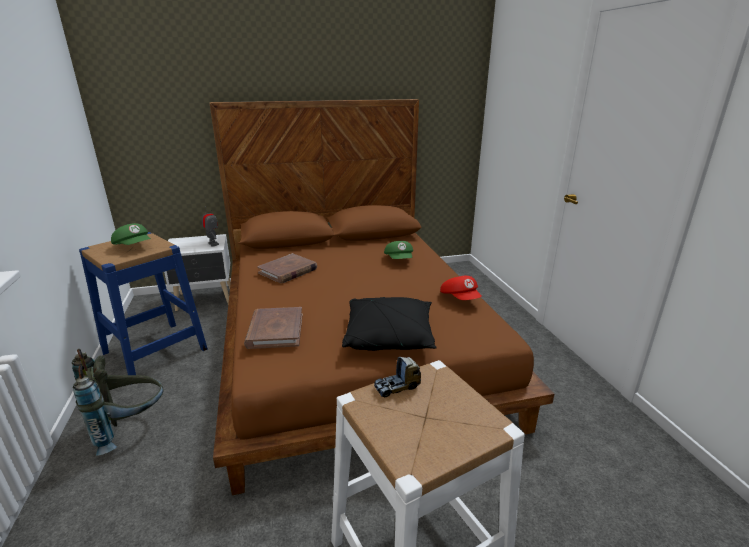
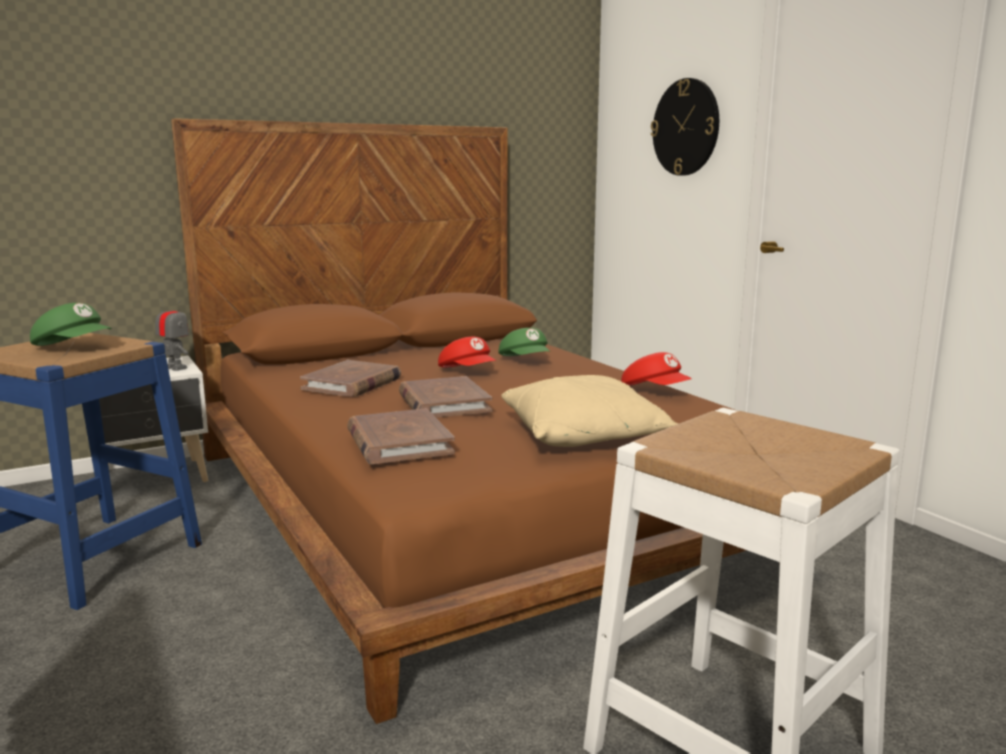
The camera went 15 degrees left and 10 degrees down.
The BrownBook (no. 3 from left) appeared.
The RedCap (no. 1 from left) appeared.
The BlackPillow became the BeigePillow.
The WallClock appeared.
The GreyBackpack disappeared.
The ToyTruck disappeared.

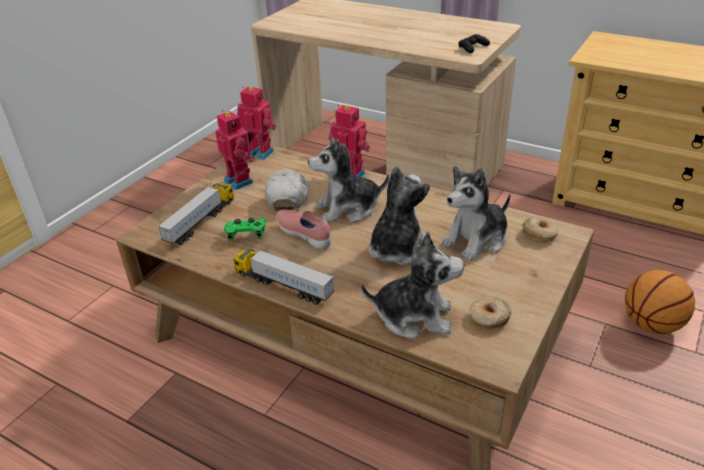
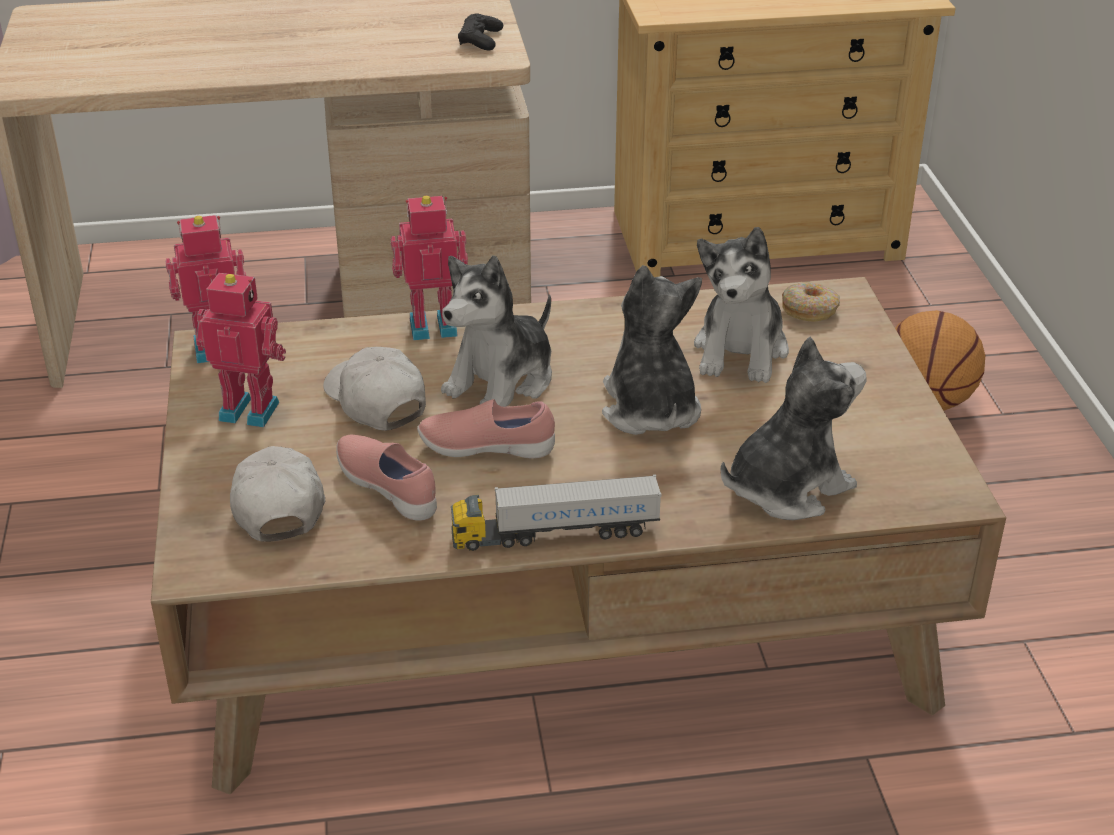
The camera went 40 degrees left and 0 degrees up.
The ToyTruck (no. 1 from left) was replaced by the WhiteCap (no. 1 from left).
The GreenGameController was replaced by the PinkShoe (no. 1 from left).
The Donut (no. 1 from left) disappeared.

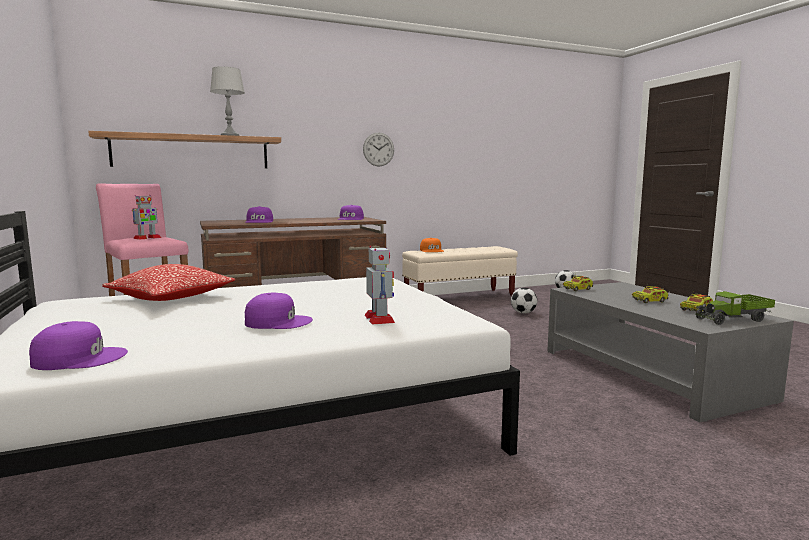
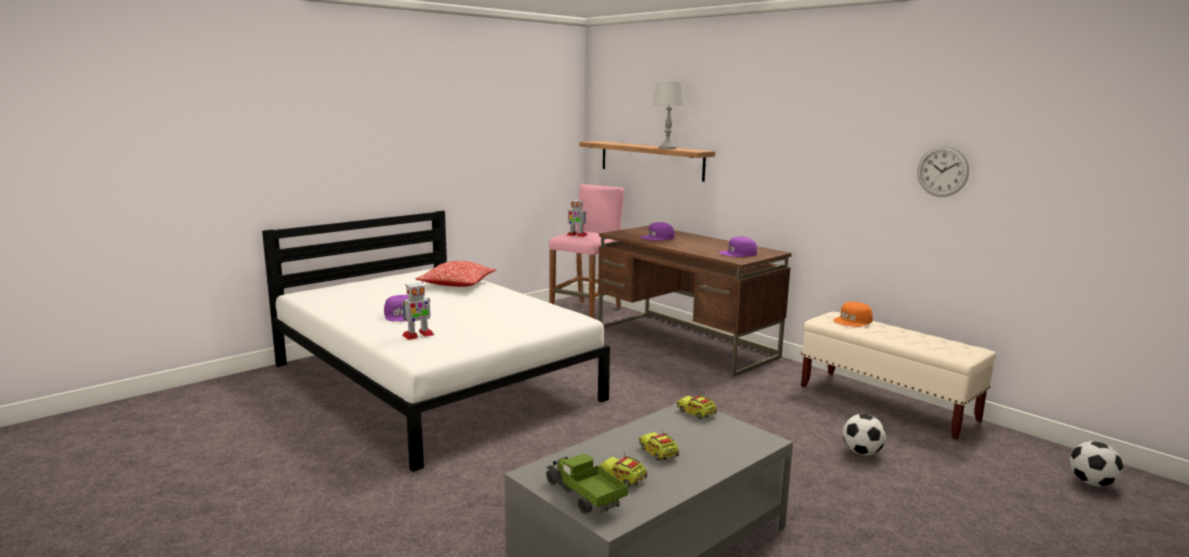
The camera went 70 degrees right and 5 degrees up.
The WallClock moved.
The PurpleCap (no. 1 from left) disappeared.

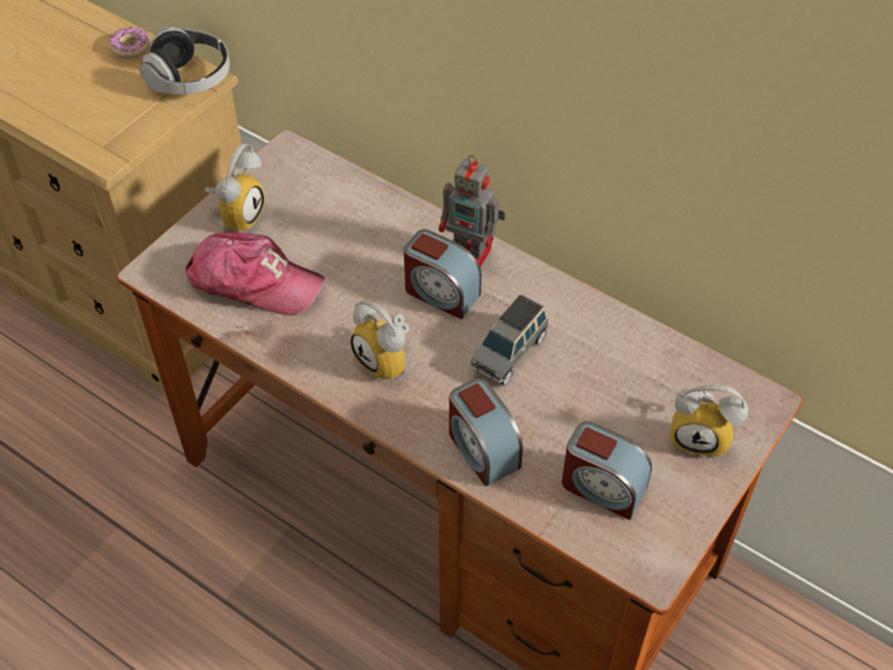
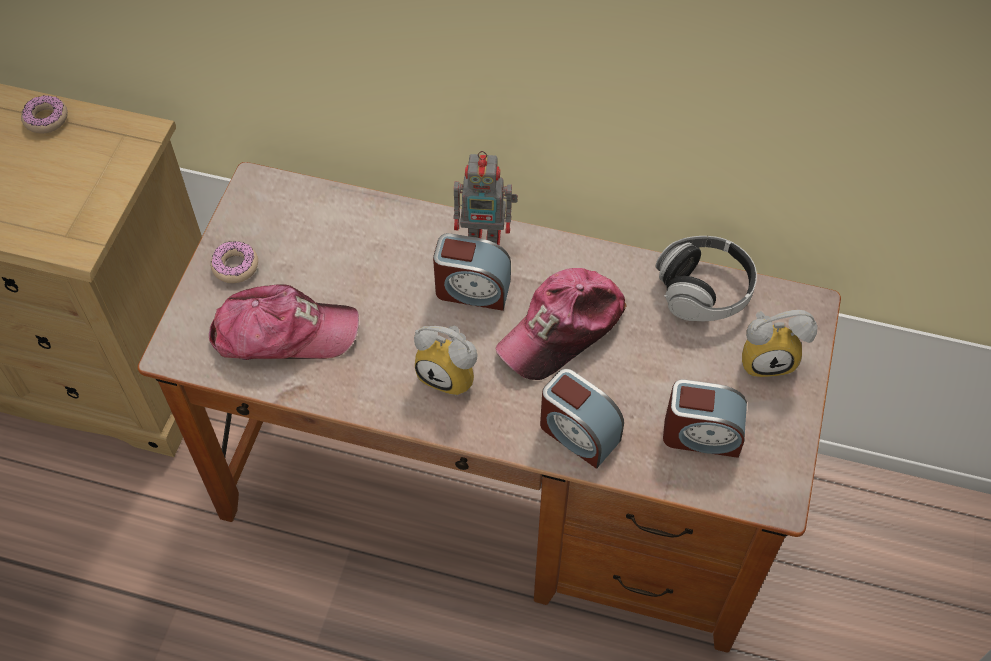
The camera went 20 degrees left and 5 degrees up.
The AlarmClock (no. 1 from left) was replaced by the Donut (no. 2 from left).
The GreyToyCar was replaced by the Cap (no. 2 from left).
The Headphones moved.

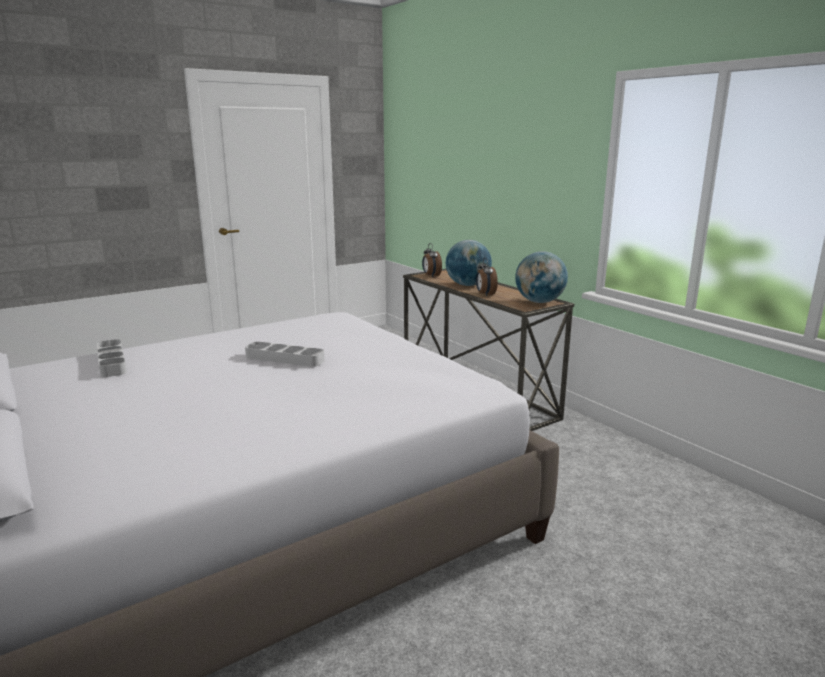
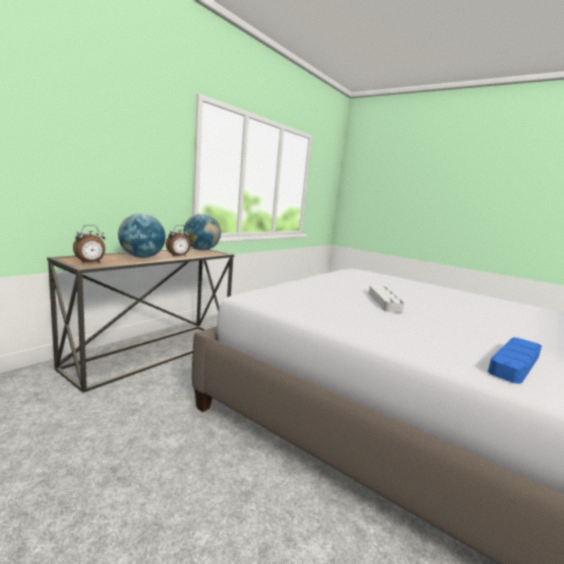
The camera went 110 degrees left and 5 degrees down.
The GreyTray (no. 1 from left) became the BlueTray.

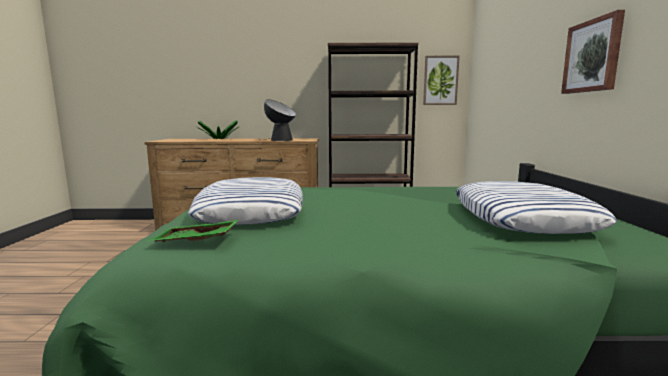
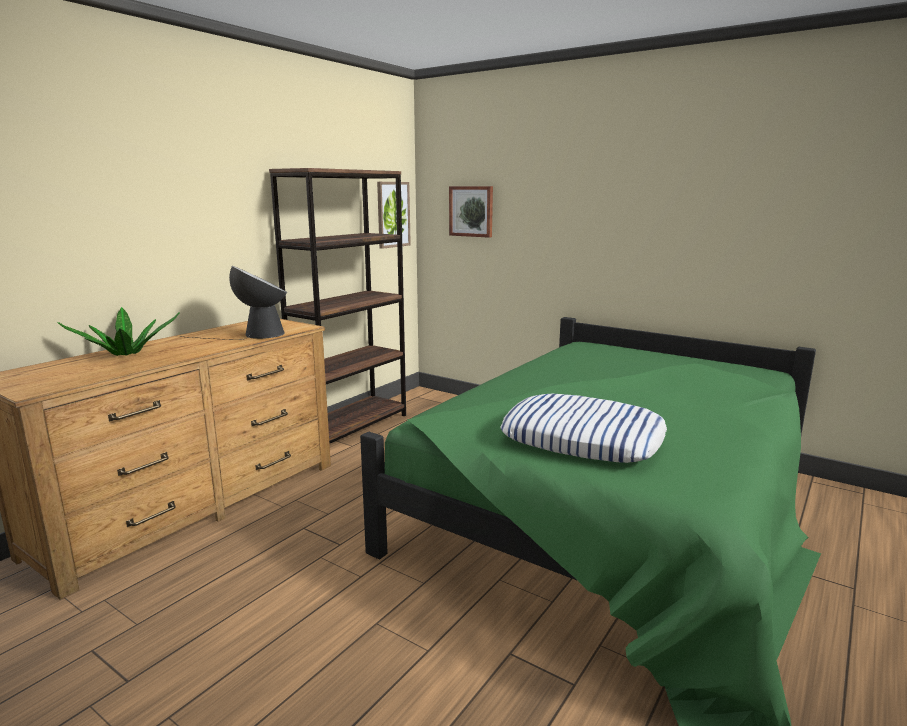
The camera went 55 degrees left and 5 degrees up.
The Picture (no. 2 from left) moved.
The GreenTray disappeared.
The Pillow (no. 2 from left) disappeared.

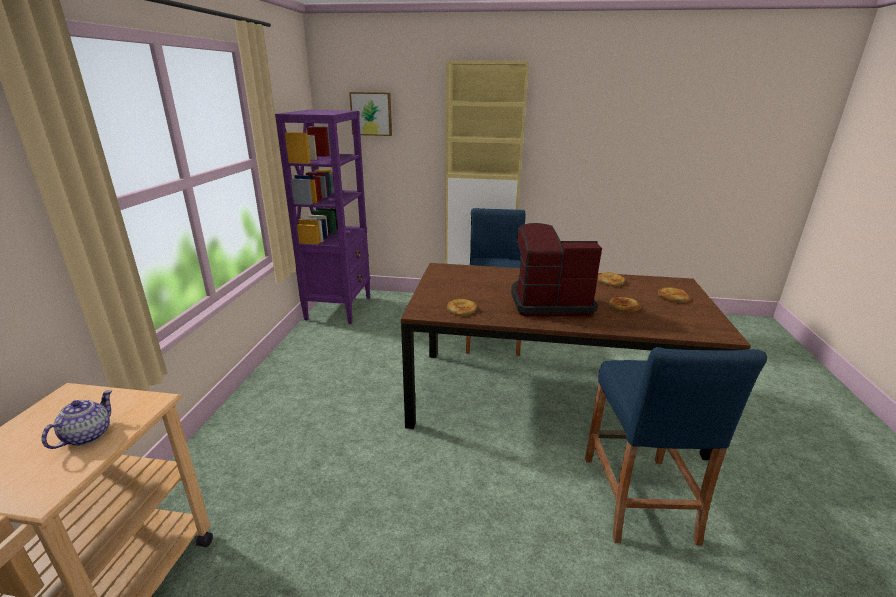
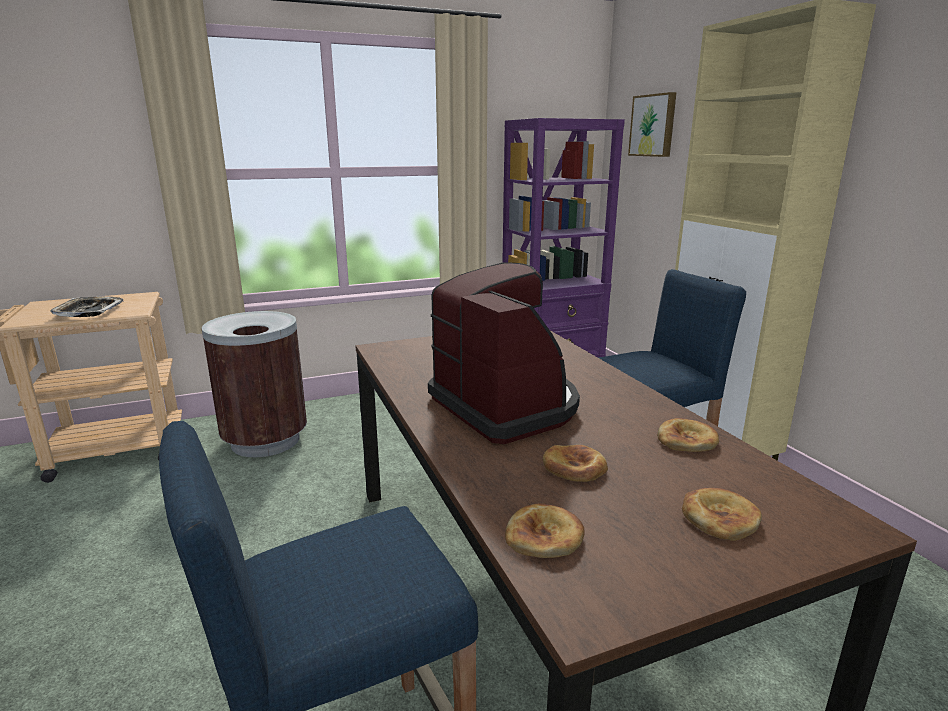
The camera went 60 degrees right and 5 degrees down.
The Teapot was replaced by the Tray.
The BrownTrashCan appeared.
The Bread (no. 1 from left) moved.

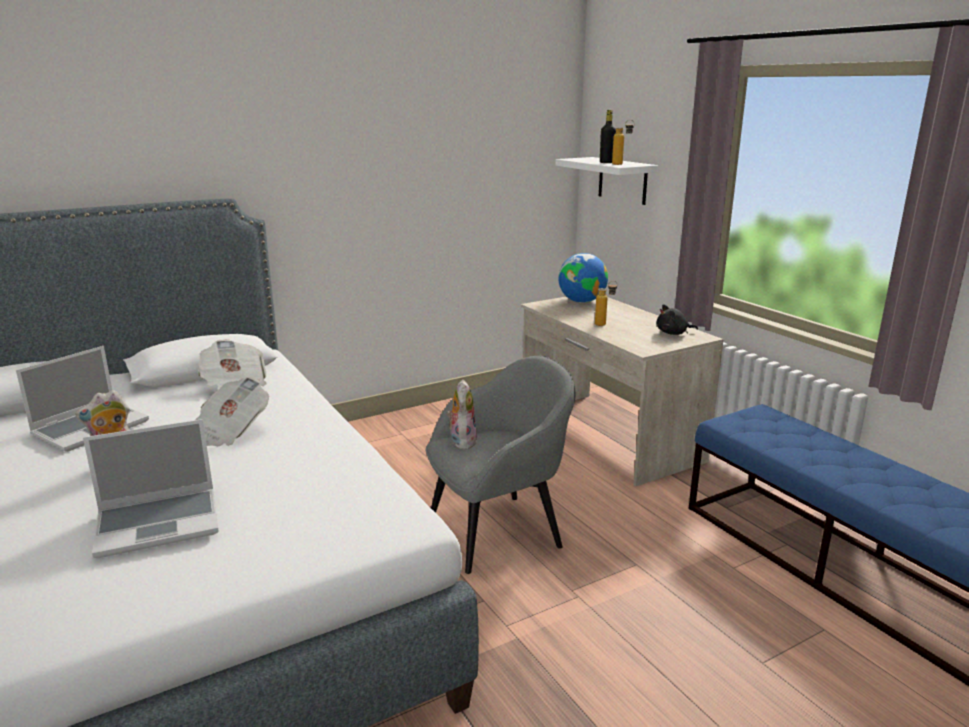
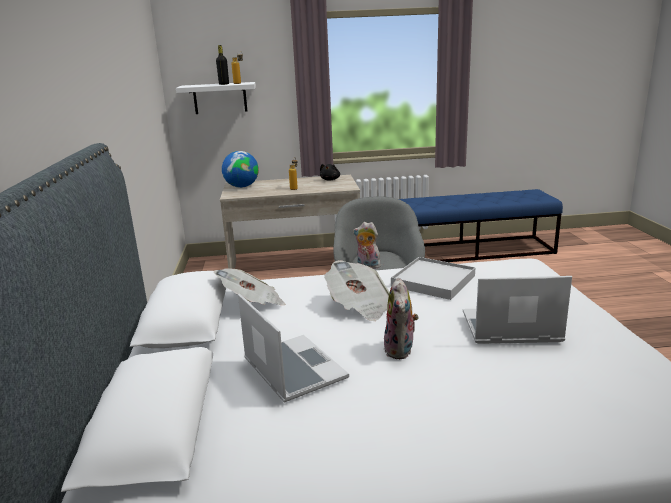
The camera went 65 degrees left and 0 degrees up.
The WhiteTray appeared.
The Laptop (no. 2 from left) turned 90 degrees counterclockwise.

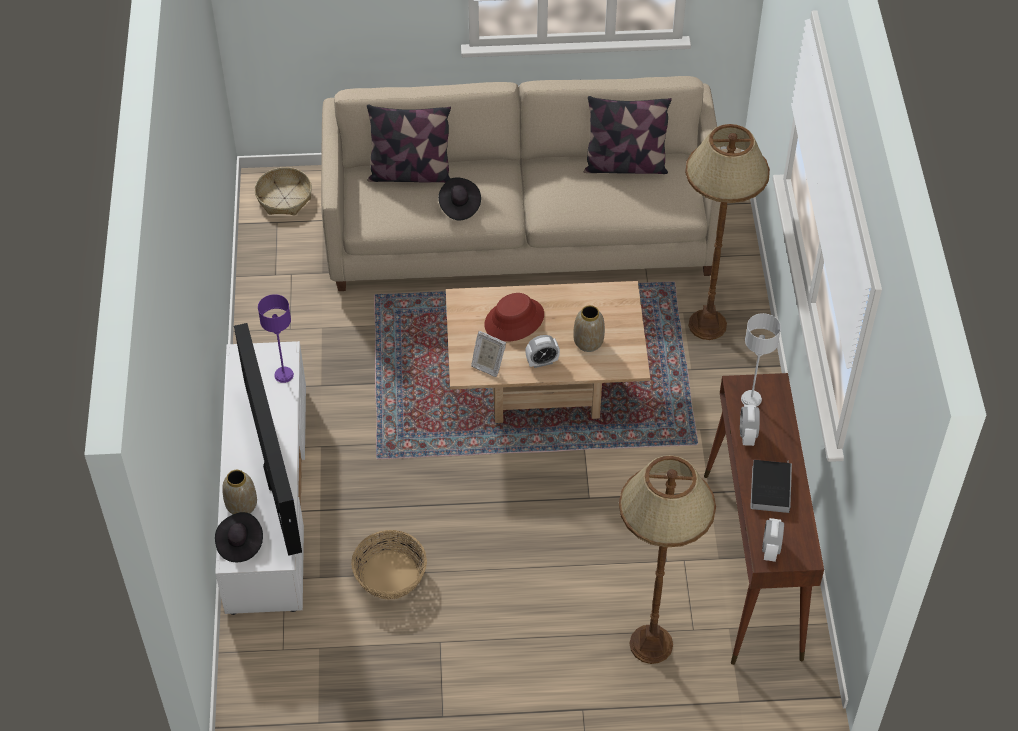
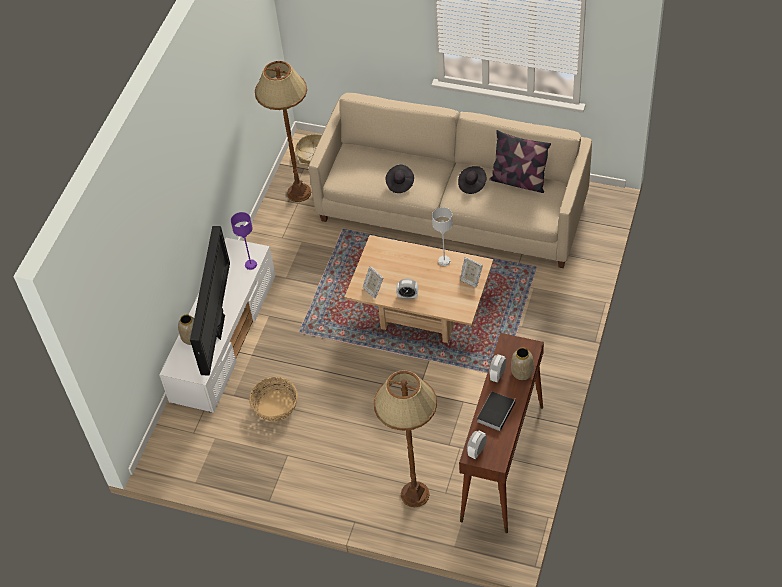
The camera went 25 degrees right and 0 degrees up.
The BrownFloorLamp (no. 2 from left in the first image) moved.
The GreyTableLamp moved.
The BlackHat (no. 1 from left in the first image) moved.
The PictureFrame (no. 2 from left) appeared.
The Vase (no. 2 from left) moved.
The Pillow (no. 1 from left) disappeared.
The RedHat disappeared.

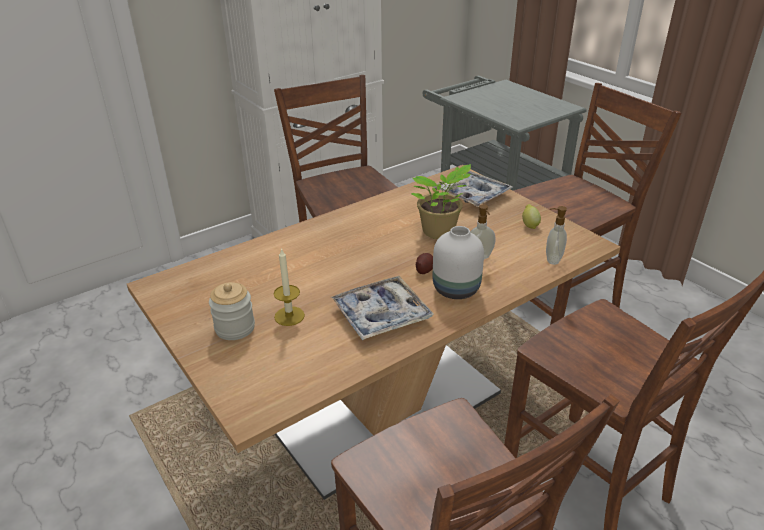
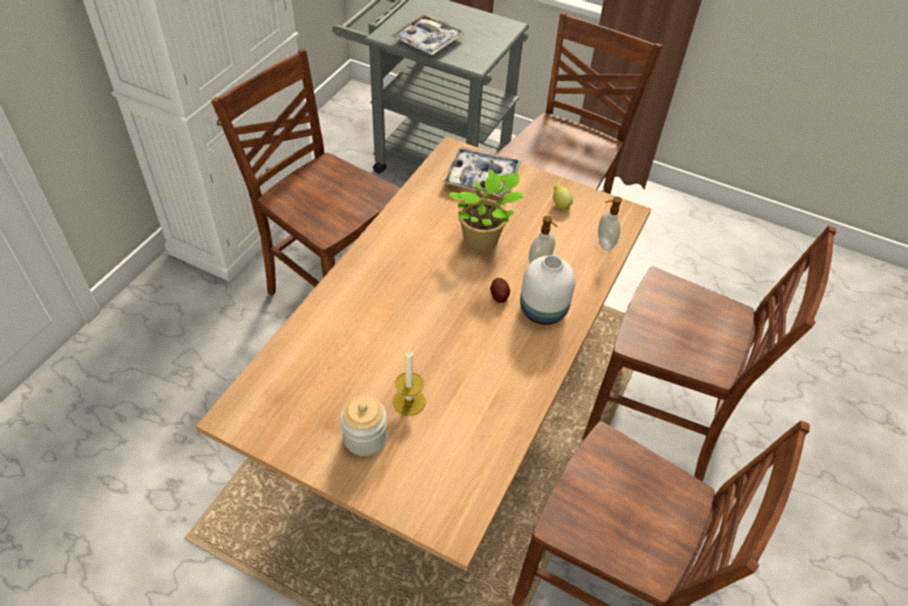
The camera went 30 degrees left and 15 degrees up.
The Tray (no. 1 from left) moved.

